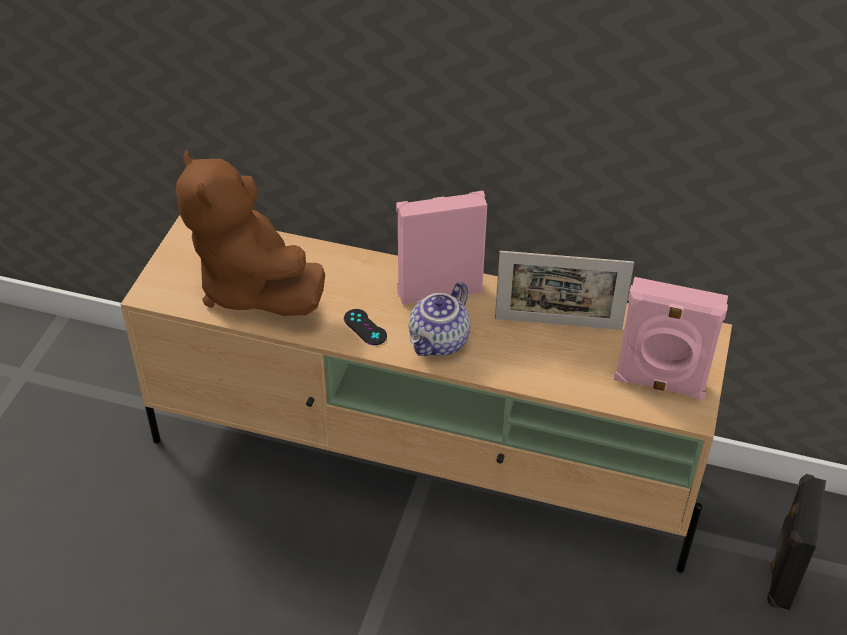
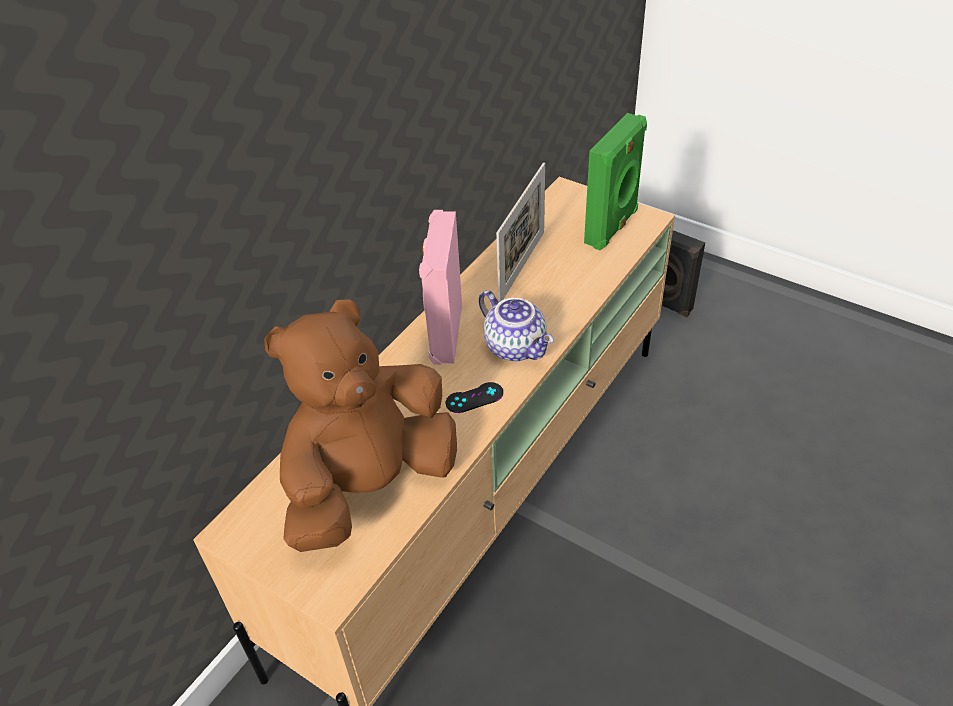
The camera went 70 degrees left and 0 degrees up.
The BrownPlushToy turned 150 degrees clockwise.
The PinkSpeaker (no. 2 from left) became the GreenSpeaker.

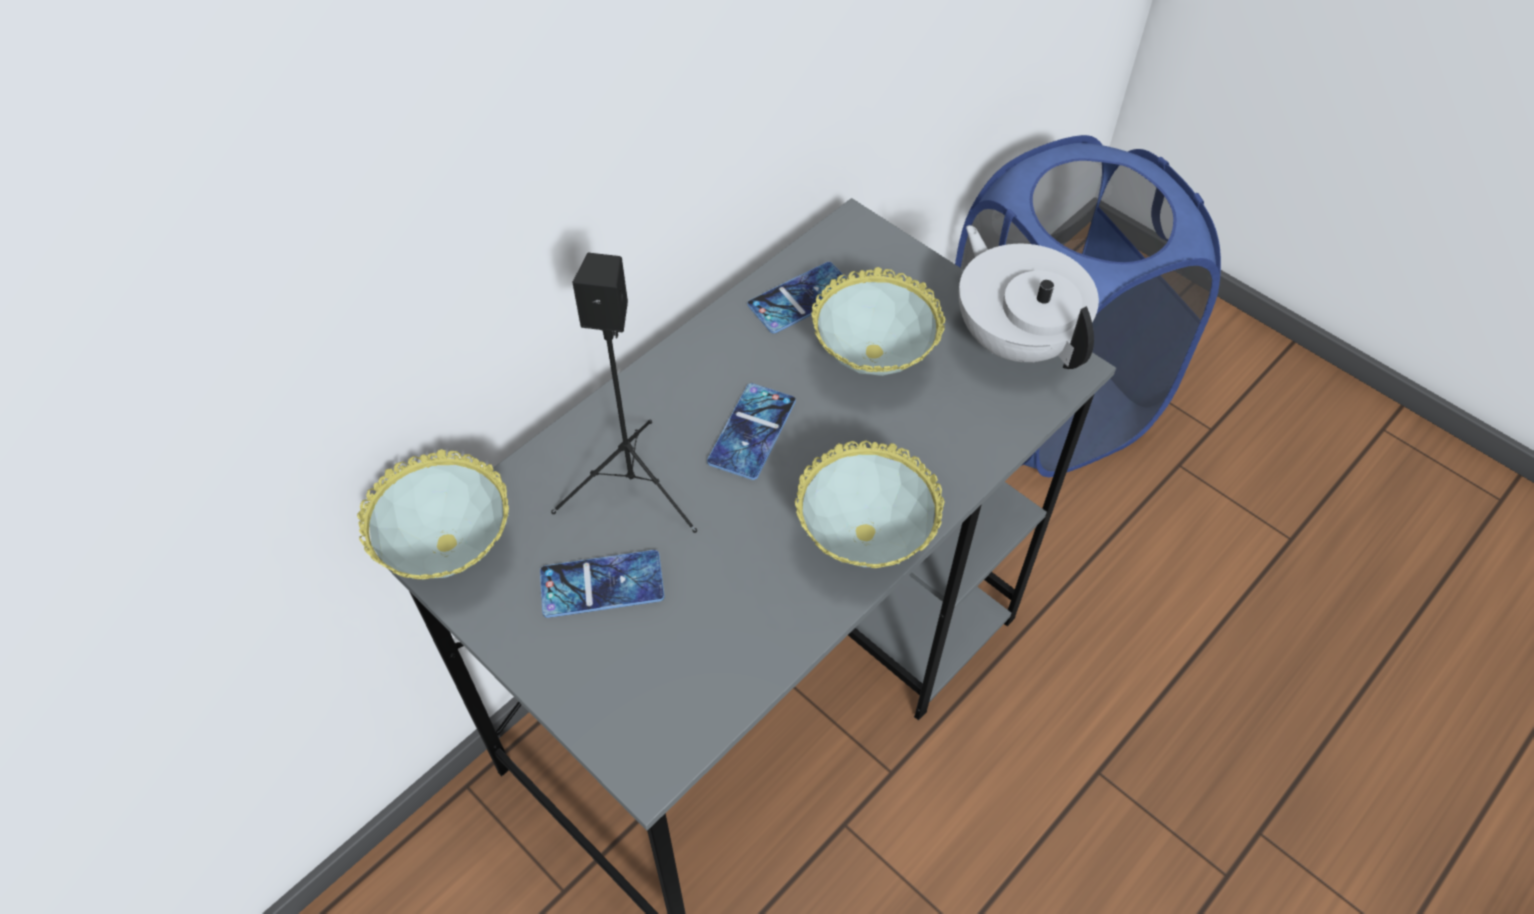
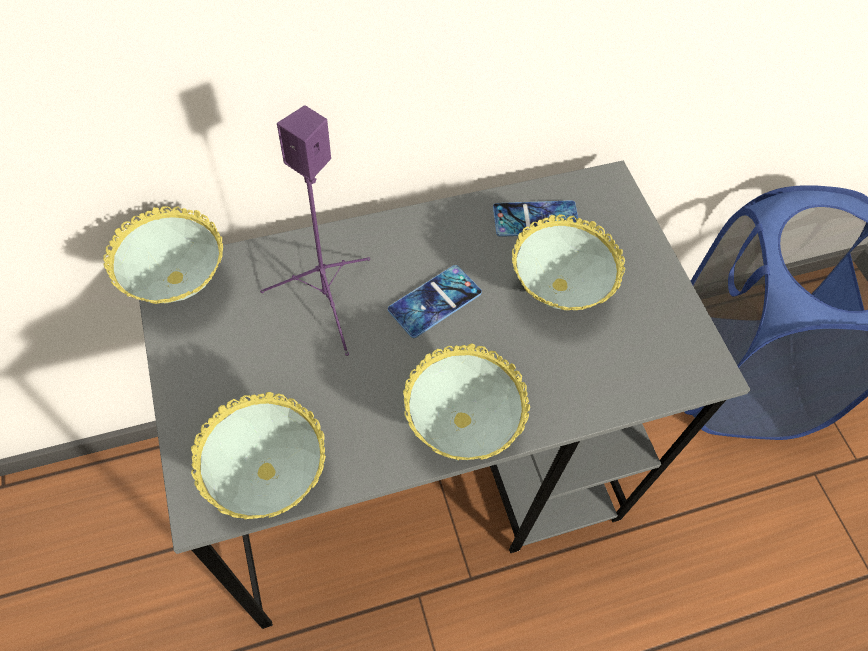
The camera went 25 degrees right and 5 degrees up.
The Bowl (no. 2 from left) appeared.
The BlackSpeaker became the PurpleSpeaker.
The Phone (no. 1 from left) disappeared.
The WhiteTeapot disappeared.

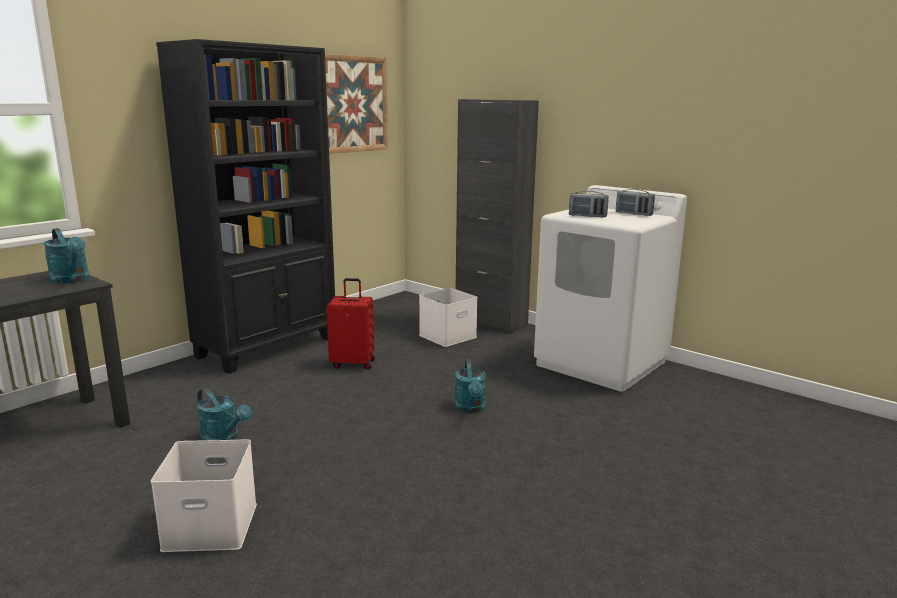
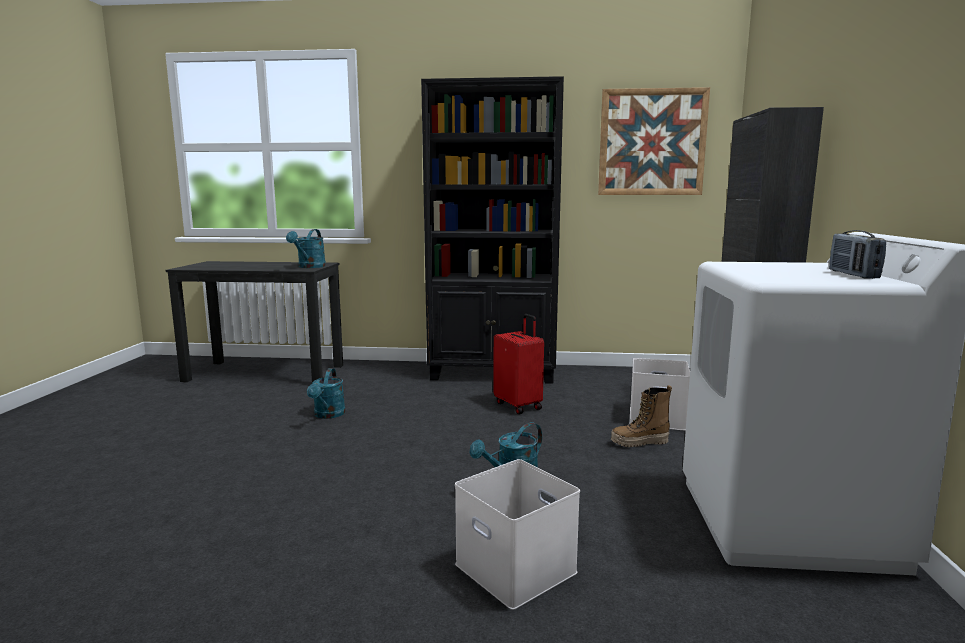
The camera went 55 degrees right and 5 degrees down.
The WhiteStorageBox (no. 1 from left) moved.
The Boot appeared.
The Radio (no. 1 from left) disappeared.

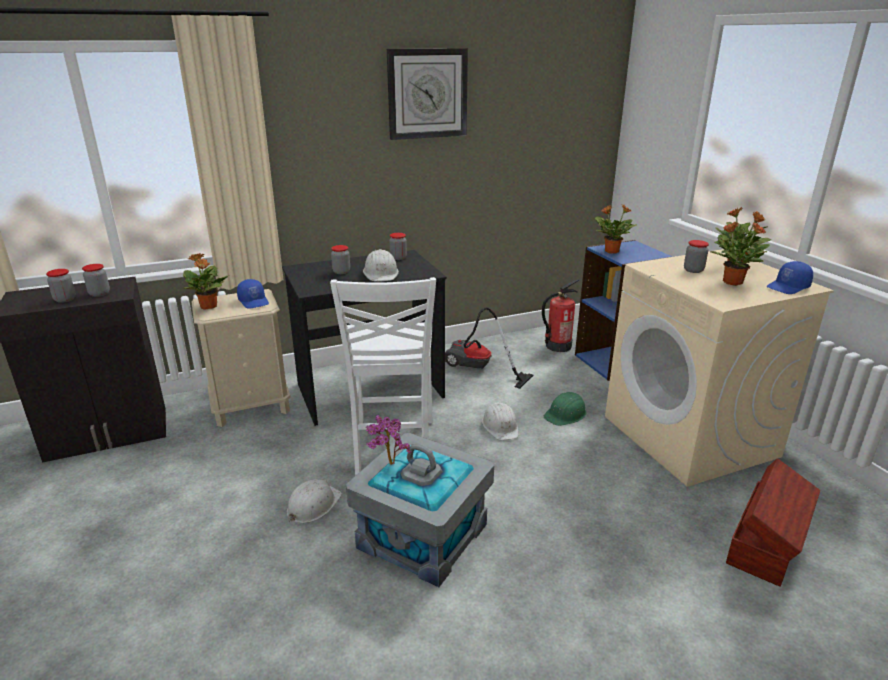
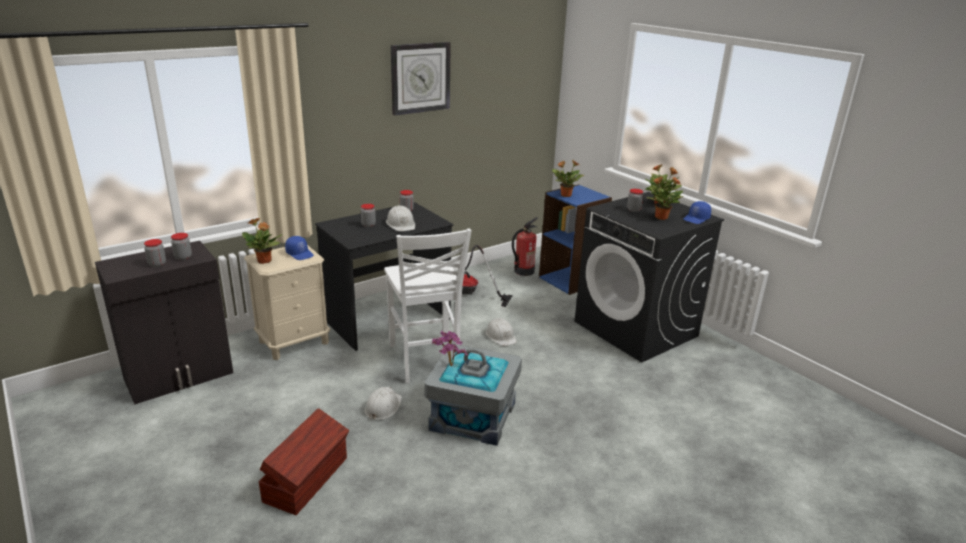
The camera went 15 degrees left and 0 degrees up.
The BrownStorageBox moved.
The BeigeWashingMachine became the BlackWashingMachine.
The GreenHardHat disappeared.

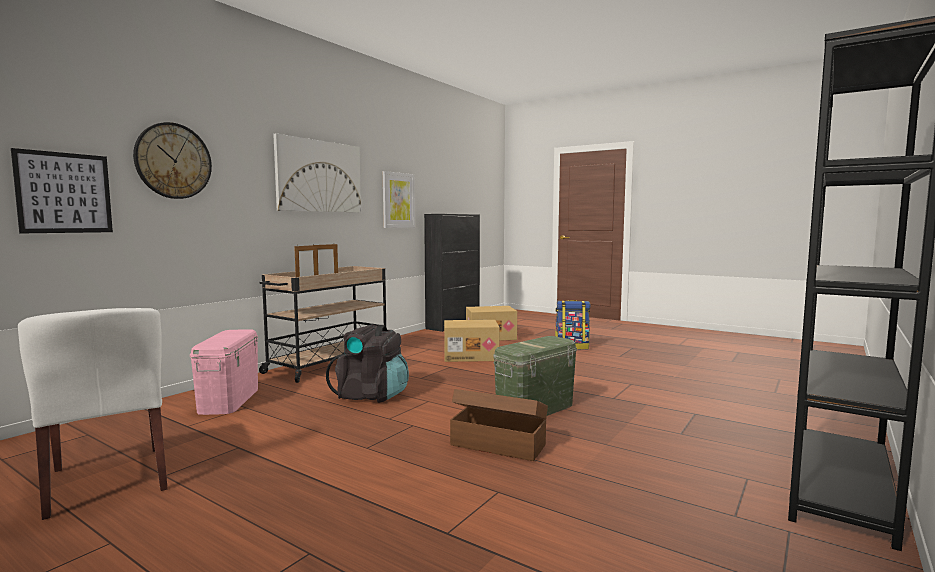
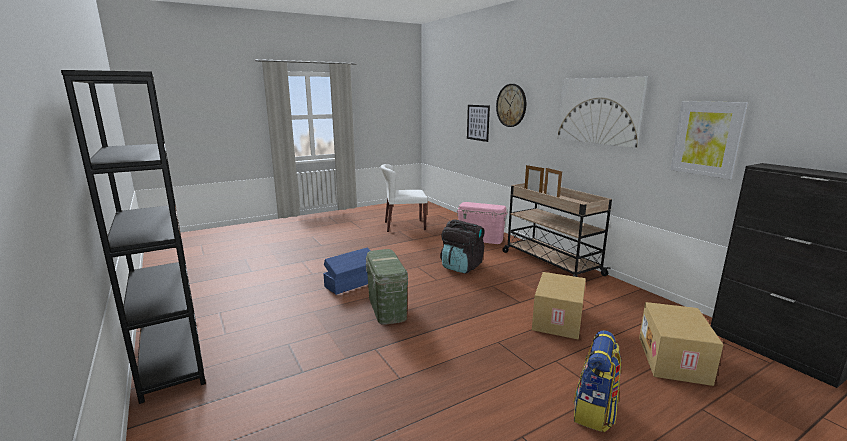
The camera went 115 degrees right and 10 degrees up.
The BrownStorageBox became the BlueStorageBox.

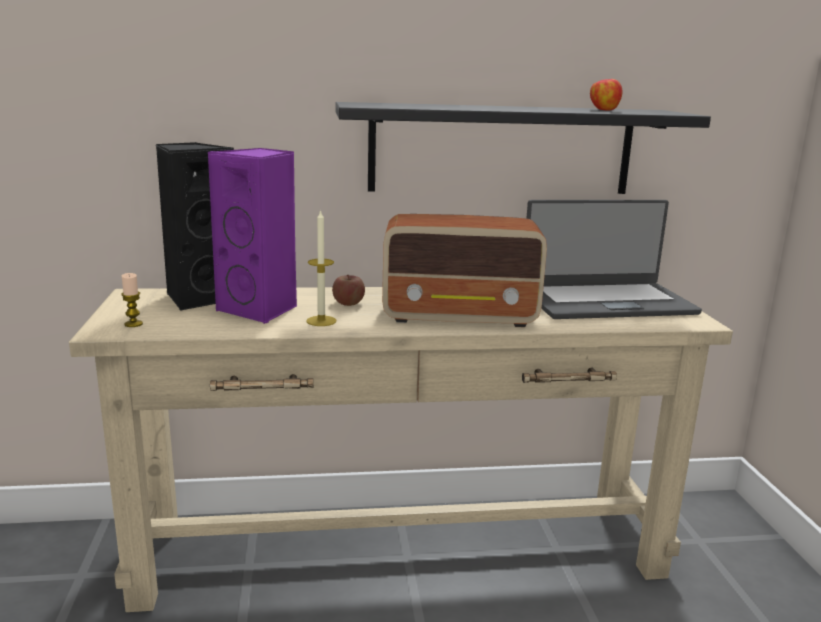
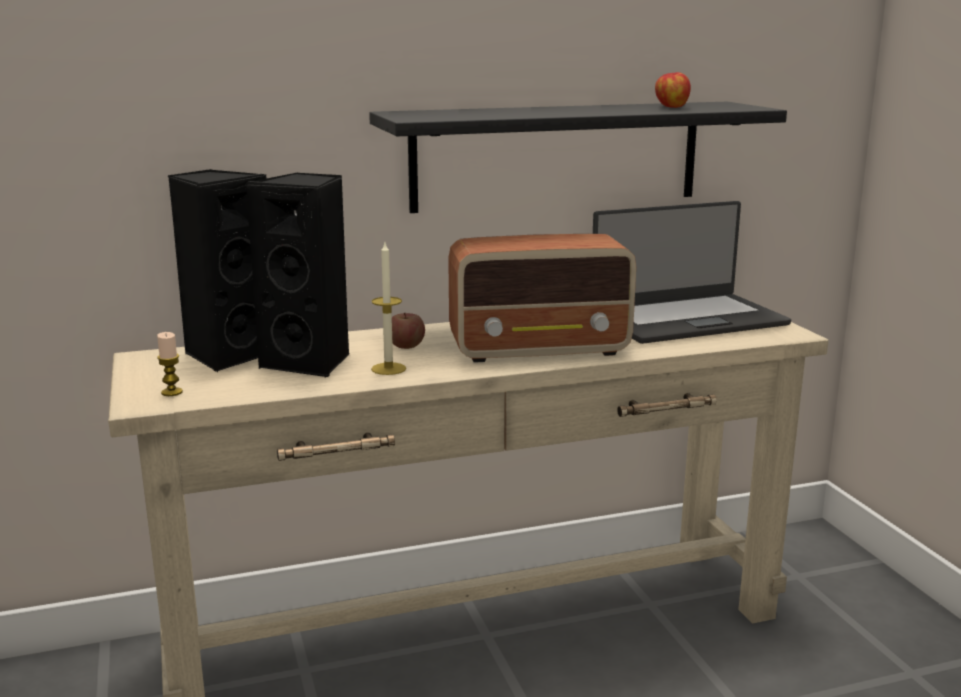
The camera went 10 degrees left and 0 degrees up.
The PurpleSpeaker became the BlackSpeaker (no. 2 from left).

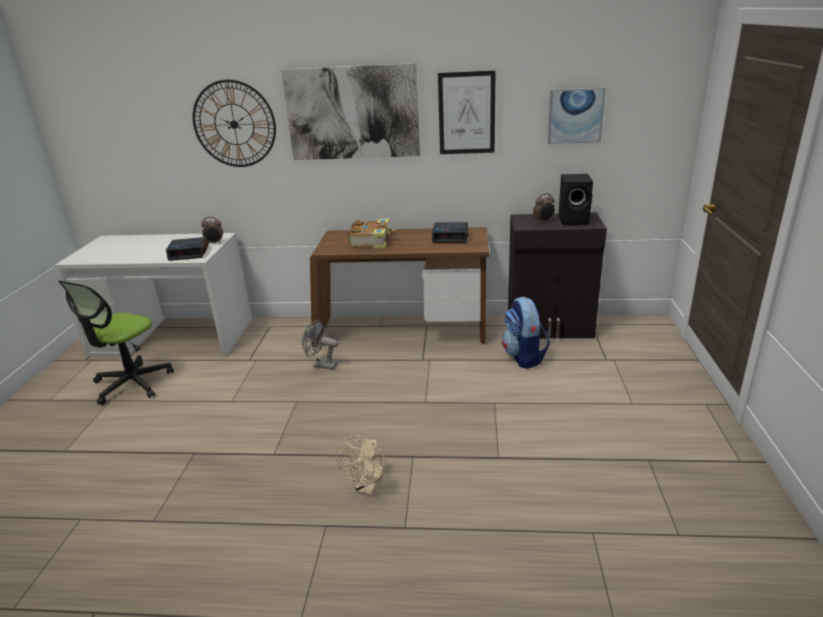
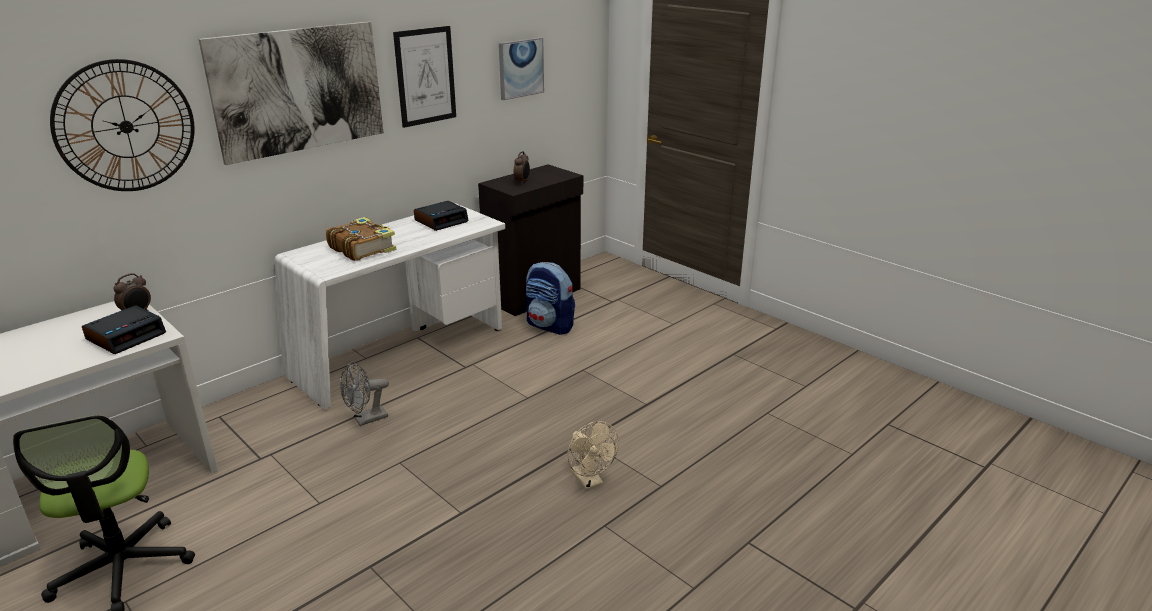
The camera went 50 degrees left and 0 degrees up.
The BrownDesk became the WhiteDesk (no. 2 from left).
The BlackSpeaker disappeared.

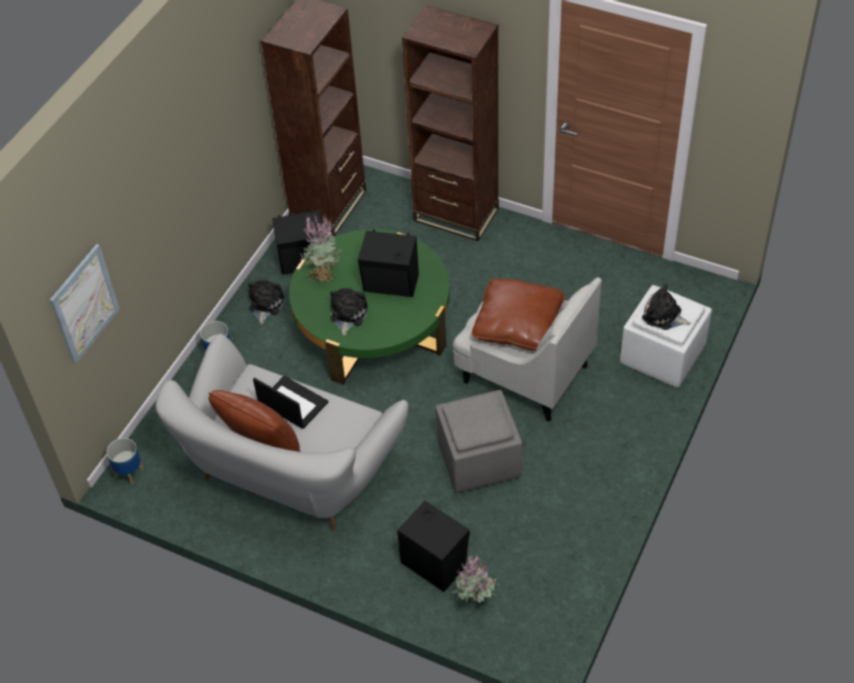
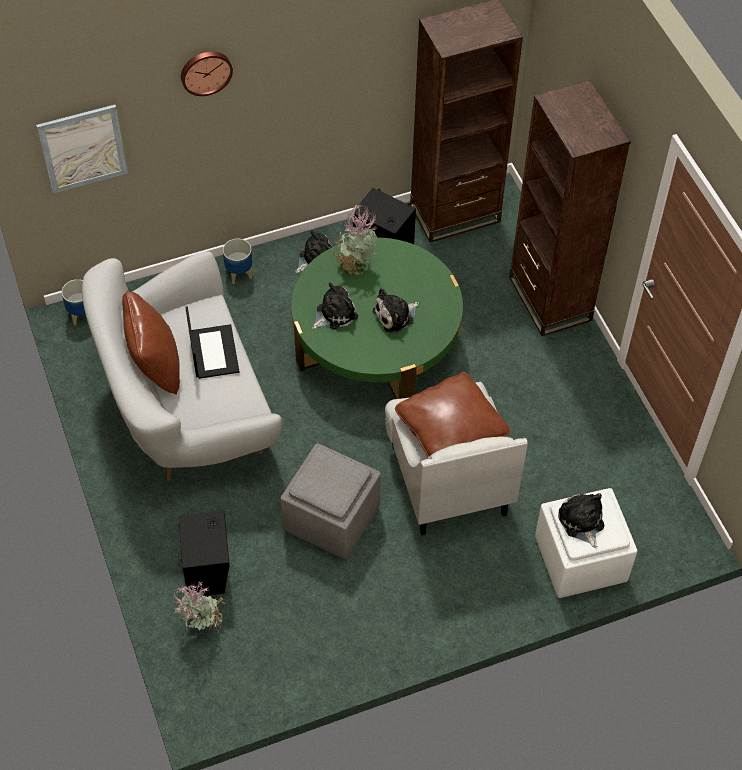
The camera went 40 degrees right and 5 degrees up.
The WallClock appeared.
The BlackSpeaker (no. 2 from left) was replaced by the PlushToy (no. 3 from left).

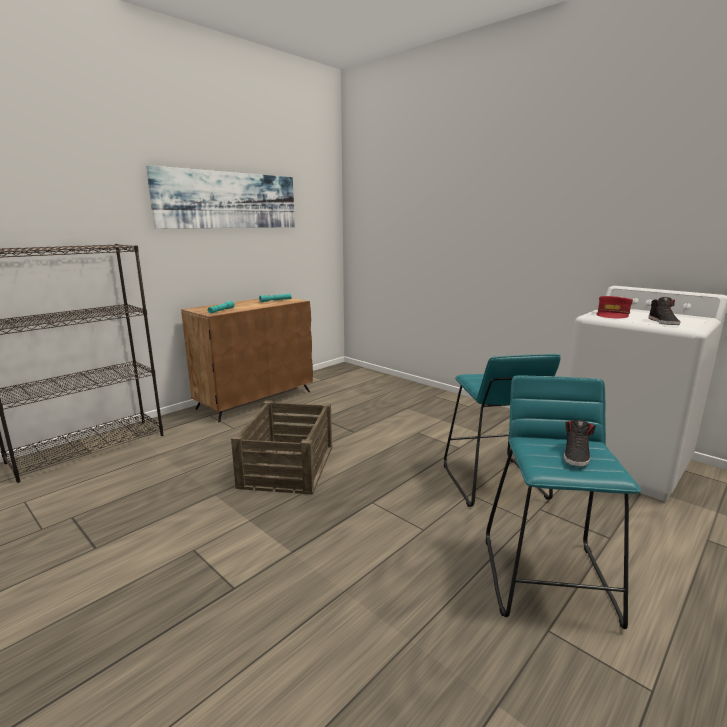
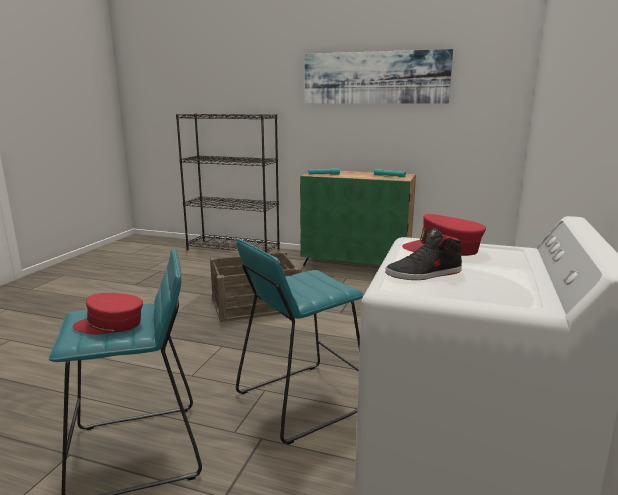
The camera went 65 degrees right and 0 degrees up.
The BlackShoe (no. 1 from left) was replaced by the RedCap (no. 1 from left).
The BrownCabinet became the GreenCabinet.

